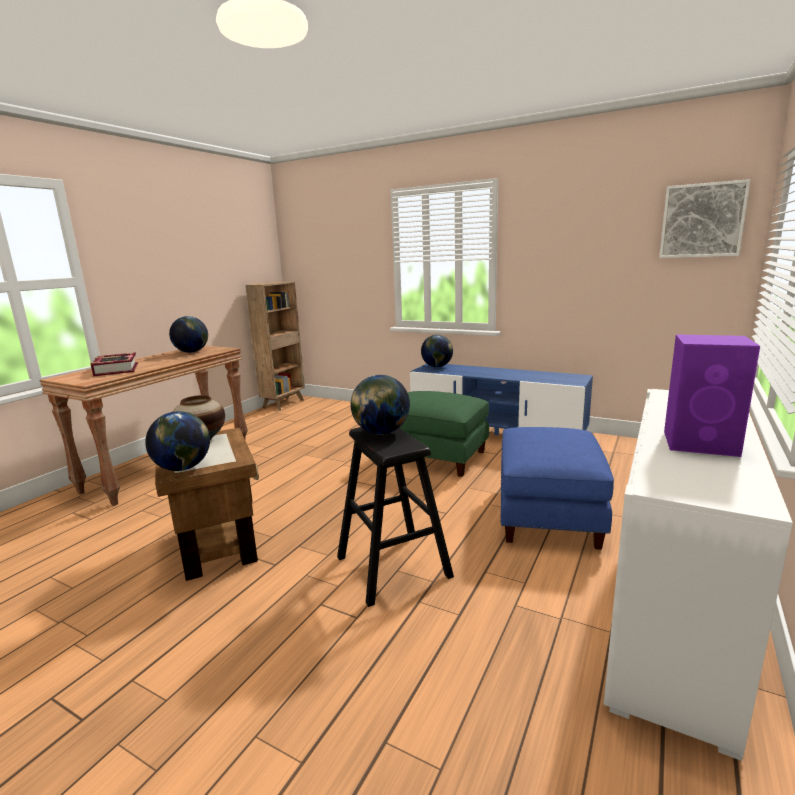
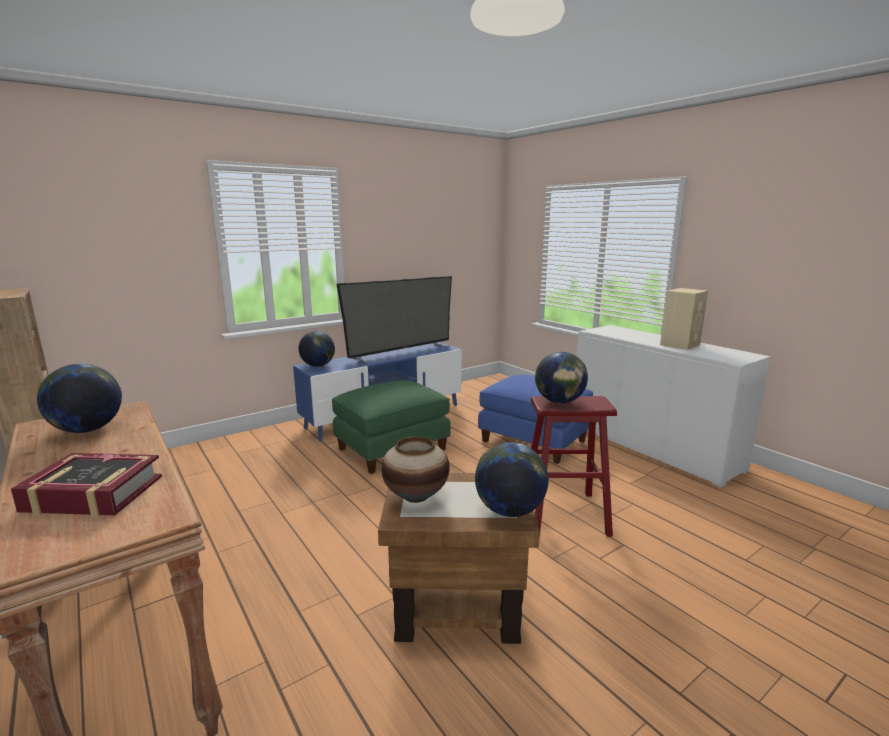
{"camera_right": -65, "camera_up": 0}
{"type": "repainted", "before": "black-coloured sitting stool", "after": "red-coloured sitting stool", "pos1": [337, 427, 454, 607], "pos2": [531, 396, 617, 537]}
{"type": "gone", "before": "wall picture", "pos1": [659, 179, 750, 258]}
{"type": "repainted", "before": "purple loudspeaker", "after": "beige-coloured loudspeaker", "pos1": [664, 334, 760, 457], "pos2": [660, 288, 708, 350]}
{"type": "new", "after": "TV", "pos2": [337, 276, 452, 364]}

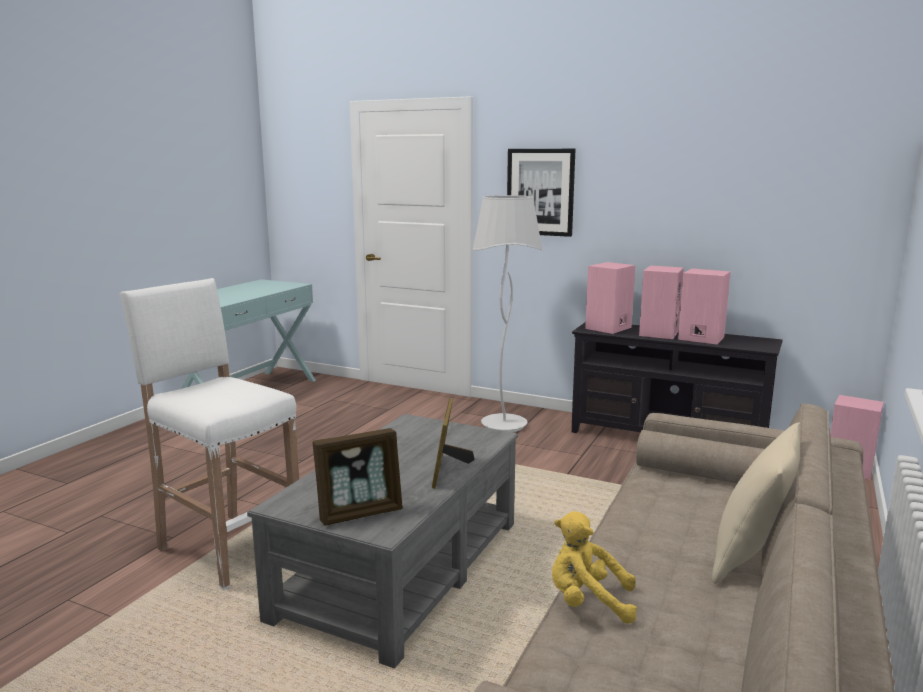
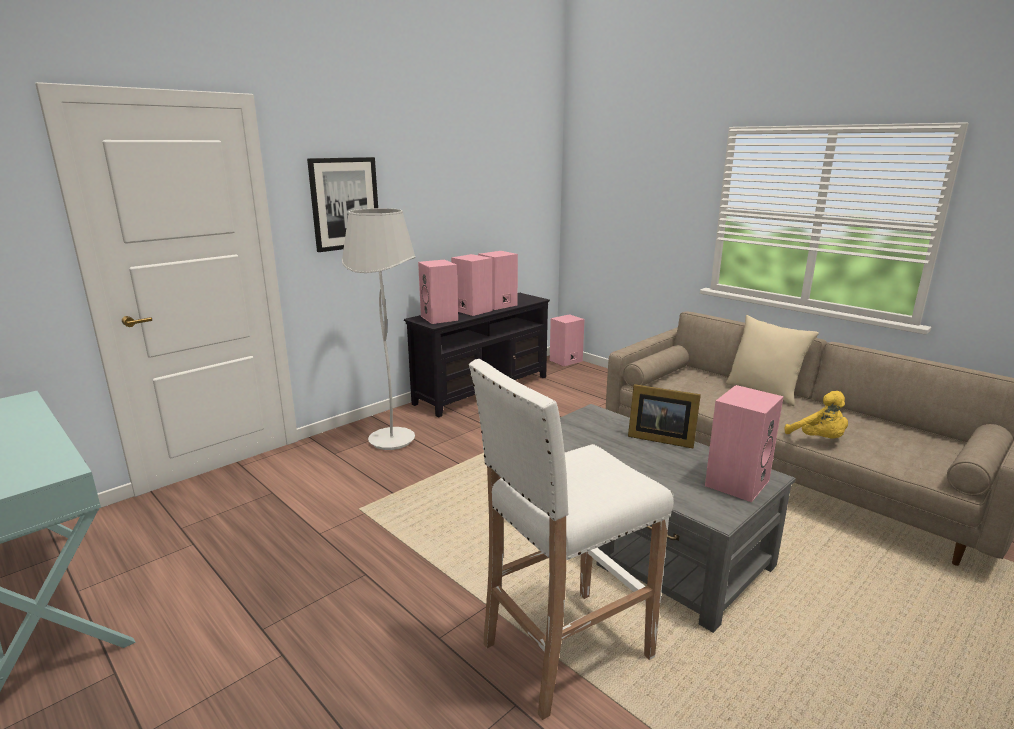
{"camera_right": -70, "camera_up": 5}
{"type": "swapped", "before": "standing frame", "after": "pink loudspeaker", "pos1": [312, 428, 403, 526], "pos2": [705, 385, 784, 502]}
{"type": "rotated", "before": "yellow cuddly toy", "pos1": [552, 511, 637, 624], "pos2": [784, 391, 848, 439], "turn": -60}

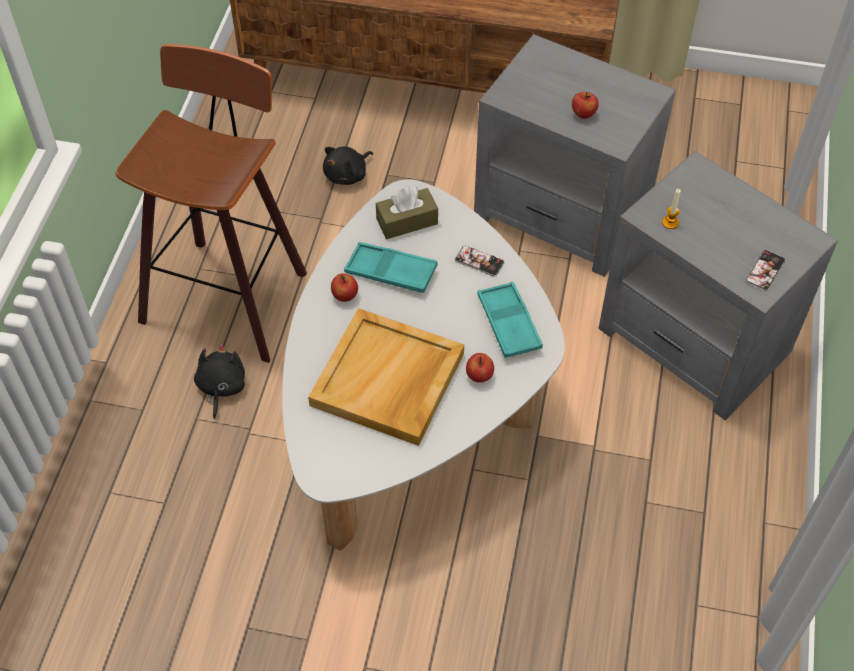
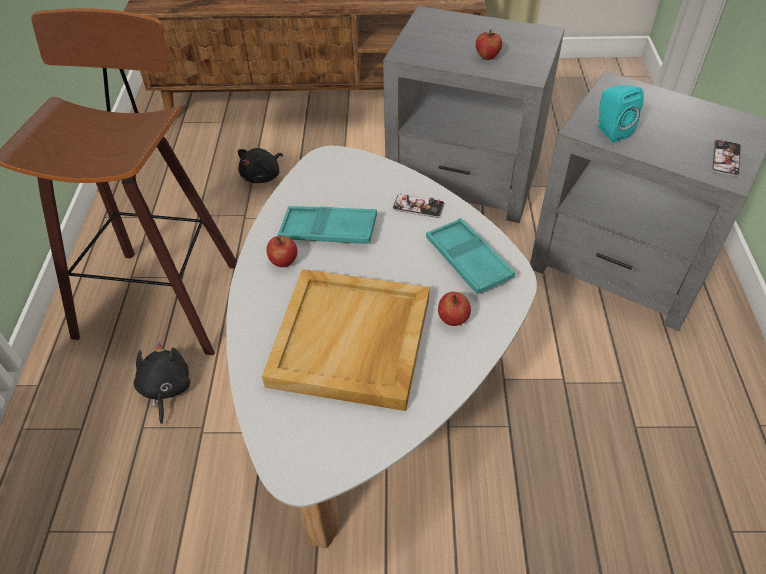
{"camera_right": -10, "camera_up": -5}
{"type": "gone", "before": "brown-coloured tissue box", "pos1": [376, 186, 438, 239]}
{"type": "swapped", "before": "candle", "after": "turquoise loudspeaker", "pos1": [662, 189, 681, 229], "pos2": [597, 85, 644, 143]}

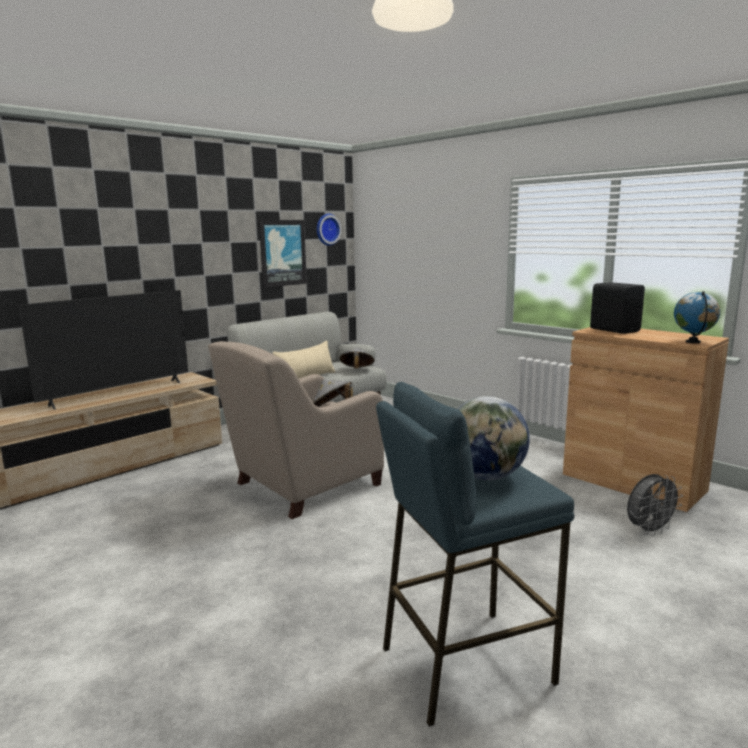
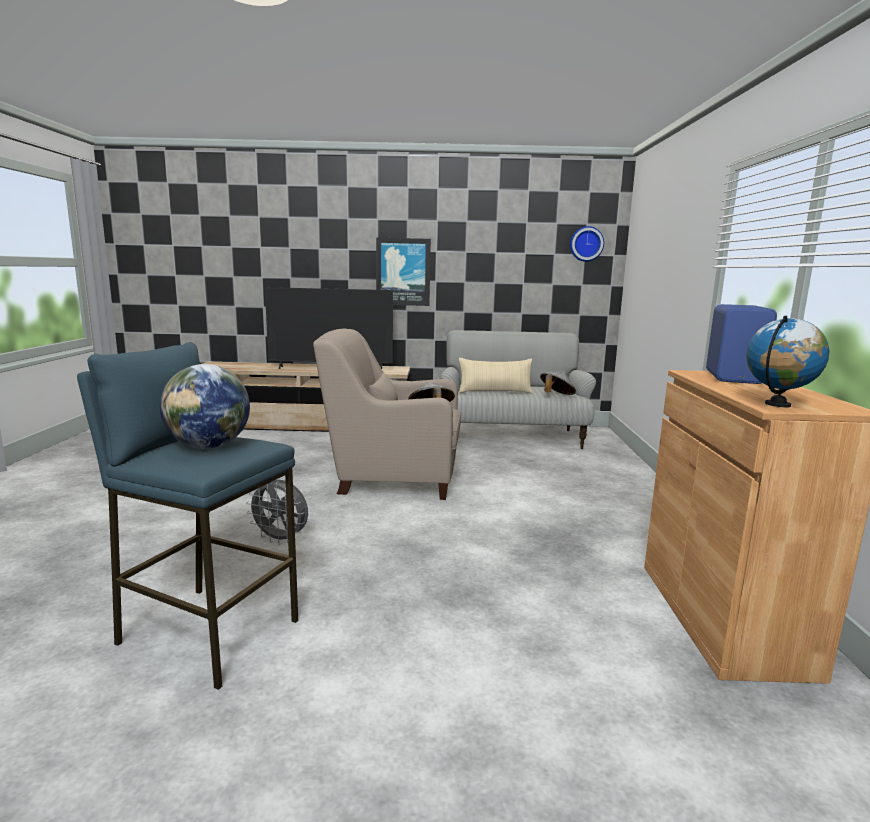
{"camera_right": 45, "camera_up": 0}
{"type": "shifted", "before": "wall picture", "pos1": [259, 220, 307, 288], "pos2": [376, 238, 431, 306]}
{"type": "repainted", "before": "black-coloured loudspeaker", "after": "bluish loudspeaker", "pos1": [590, 282, 645, 334], "pos2": [706, 304, 777, 384]}
{"type": "shifted", "before": "gray cooling fan", "pos1": [627, 474, 683, 536], "pos2": [246, 479, 308, 545]}

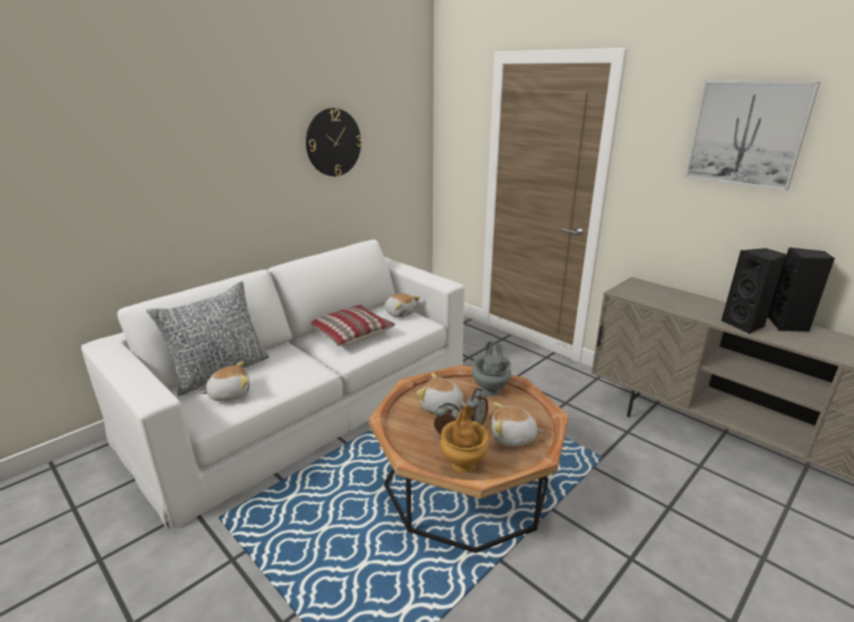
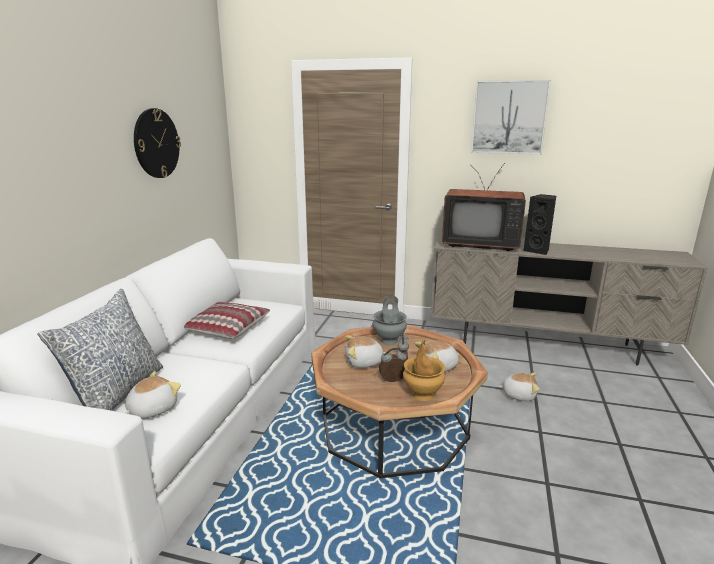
{"camera_right": -30, "camera_up": -5}
{"type": "shifted", "before": "cuddly toy", "pos1": [384, 293, 420, 318], "pos2": [498, 373, 539, 401]}
{"type": "gone", "before": "black-coloured loudspeaker", "pos1": [767, 247, 835, 332]}
{"type": "new", "after": "TV", "pos2": [442, 163, 526, 251]}

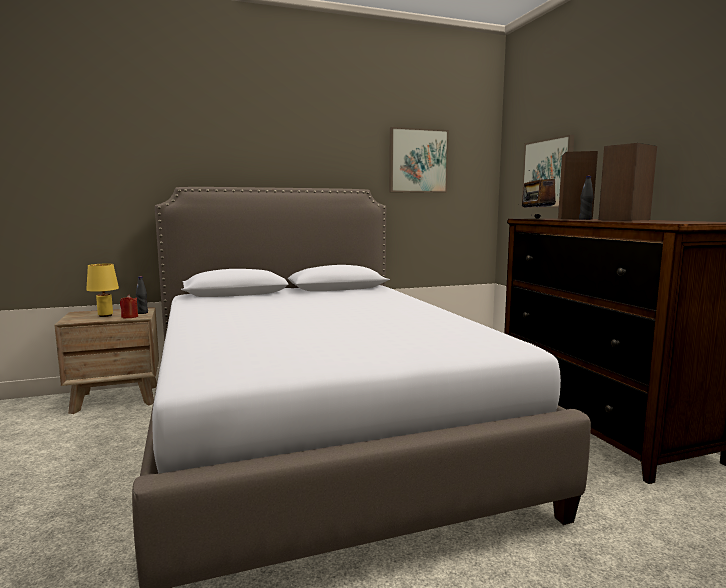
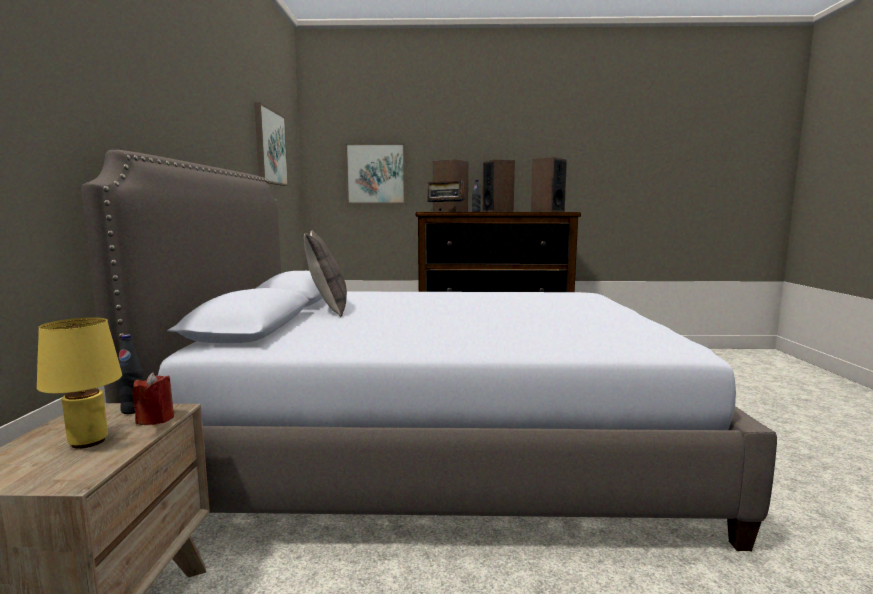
{"camera_right": -70, "camera_up": 0}
{"type": "new", "after": "cushion", "pos2": [304, 230, 347, 317]}
{"type": "new", "after": "loudspeaker", "pos2": [531, 157, 567, 212]}

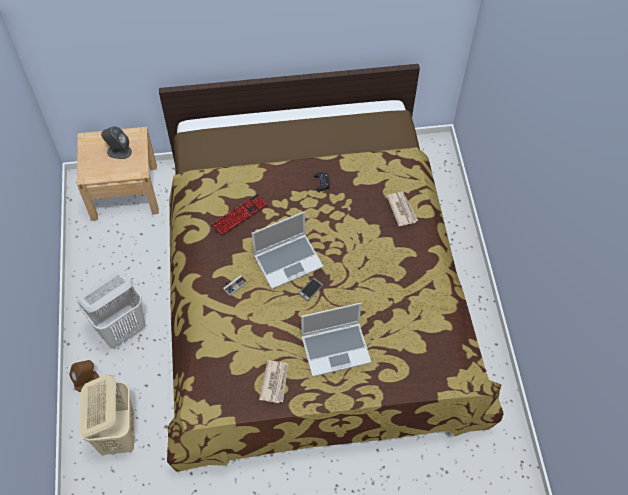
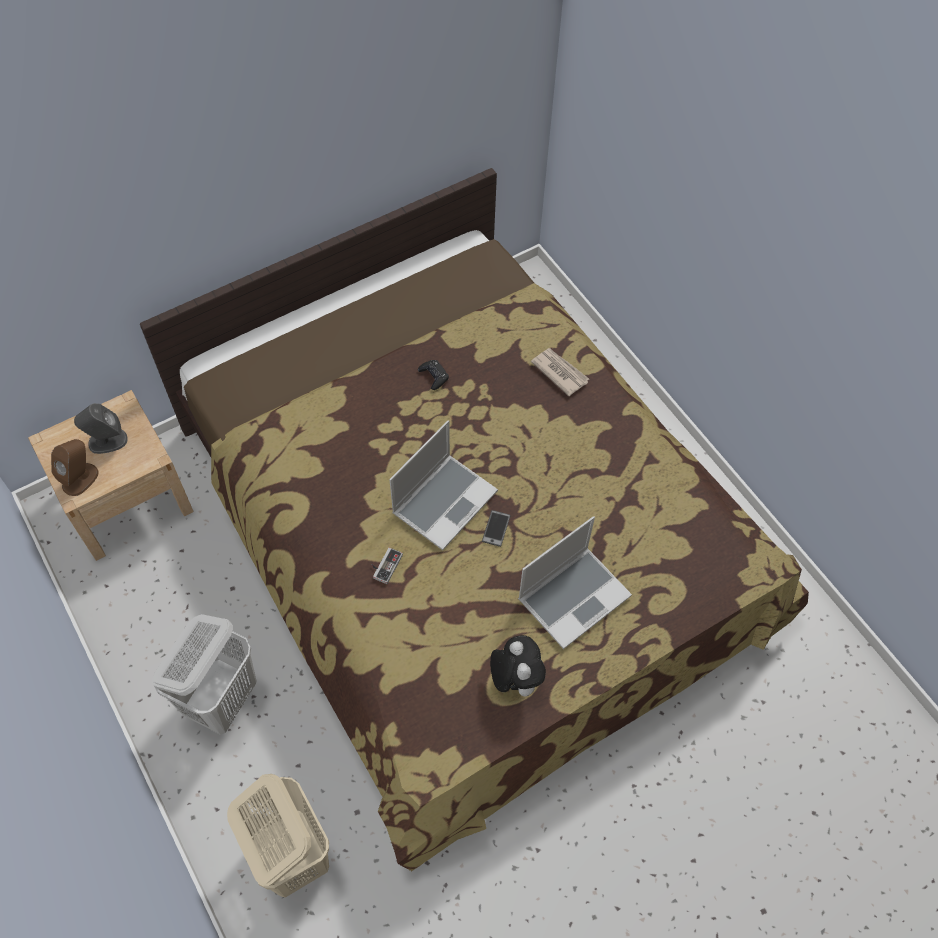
{"camera_right": -25, "camera_up": 0}
{"type": "shifted", "before": "brown-coloured loudspeaker", "pos1": [69, 360, 99, 392], "pos2": [51, 439, 99, 496]}
{"type": "gone", "before": "PC keyboard", "pos1": [211, 194, 268, 237]}
{"type": "swapped", "before": "daily paper", "after": "cuddly toy", "pos1": [259, 360, 288, 403], "pos2": [490, 635, 546, 697]}

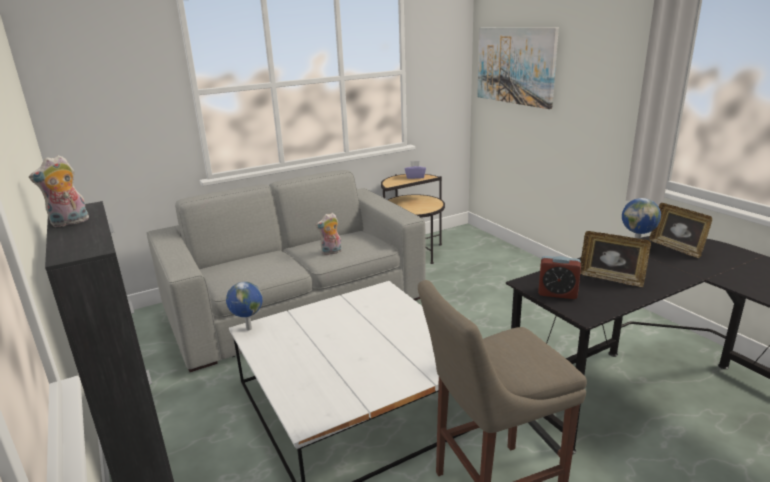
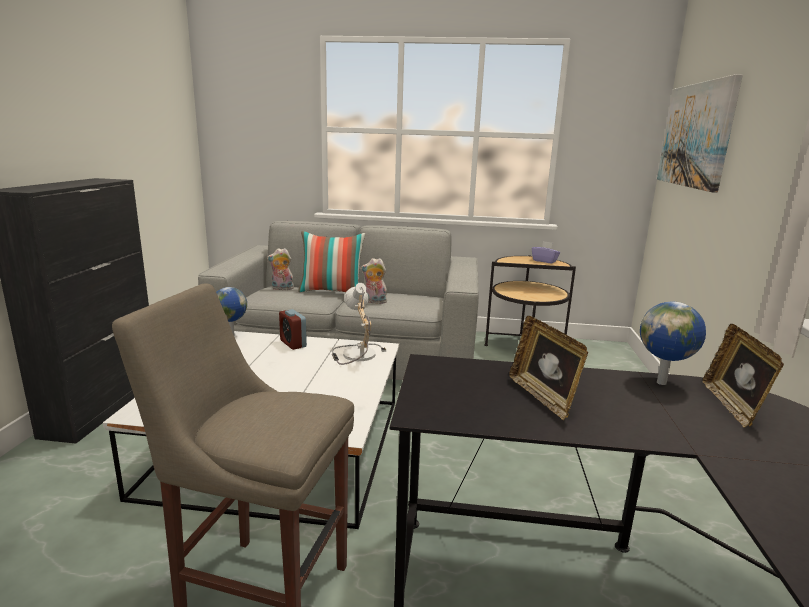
{"camera_right": 35, "camera_up": -5}
{"type": "shifted", "before": "cuddly toy", "pos1": [29, 155, 89, 227], "pos2": [267, 248, 295, 290]}
{"type": "shifted", "before": "alarm clock", "pos1": [538, 256, 581, 299], "pos2": [279, 309, 307, 350]}
{"type": "new", "after": "cushion", "pos2": [298, 231, 365, 292]}
{"type": "new", "after": "tabletop lamp", "pos2": [332, 283, 386, 365]}

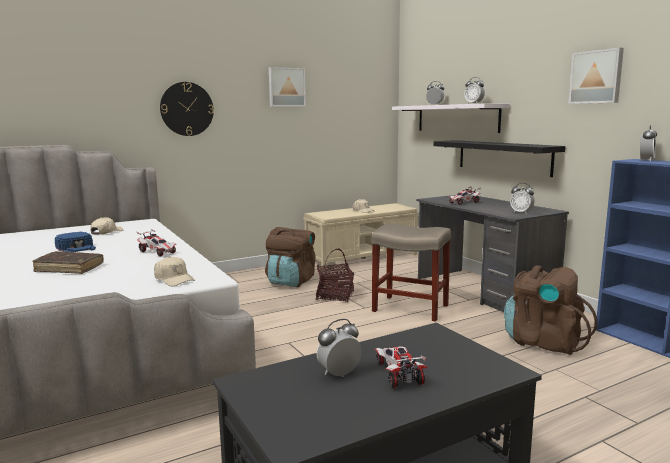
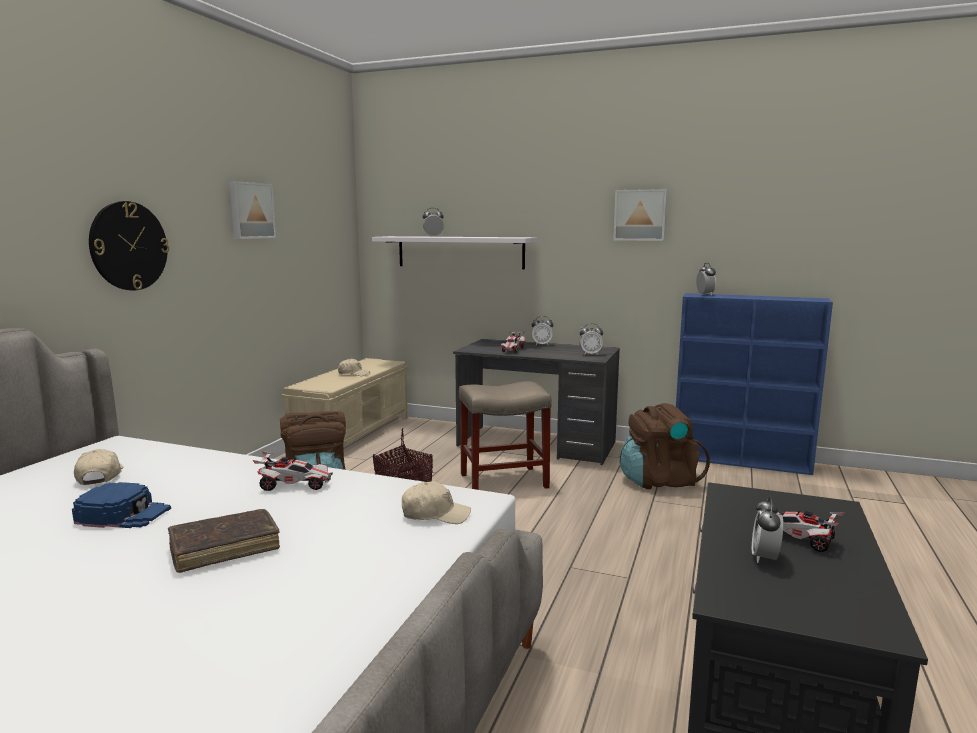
{"camera_right": -40, "camera_up": 0}
{"type": "gone", "before": "black-coloured wall shelf", "pos1": [434, 140, 565, 177]}
{"type": "shifted", "before": "alarm clock", "pos1": [464, 77, 485, 104], "pos2": [532, 316, 554, 345]}

